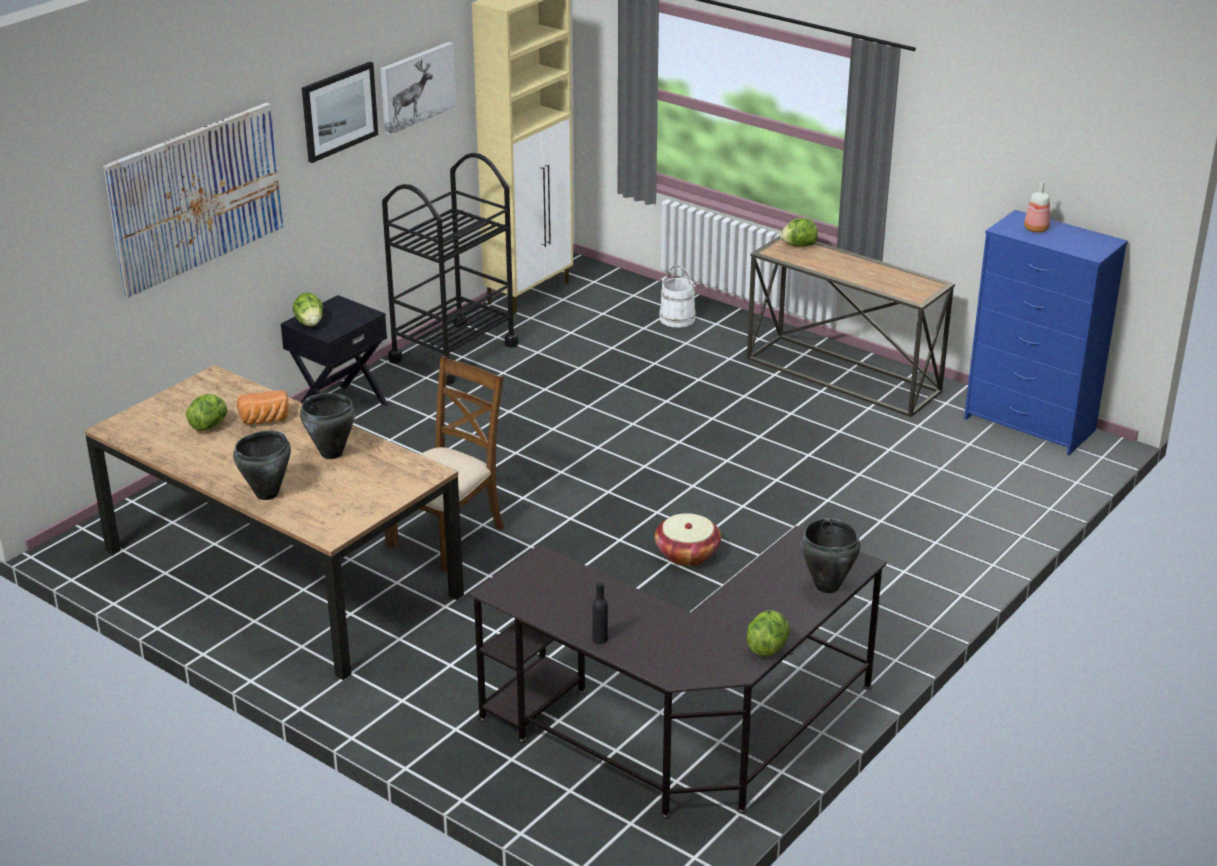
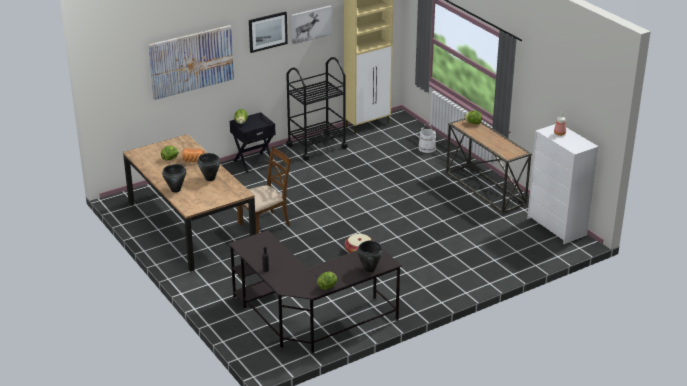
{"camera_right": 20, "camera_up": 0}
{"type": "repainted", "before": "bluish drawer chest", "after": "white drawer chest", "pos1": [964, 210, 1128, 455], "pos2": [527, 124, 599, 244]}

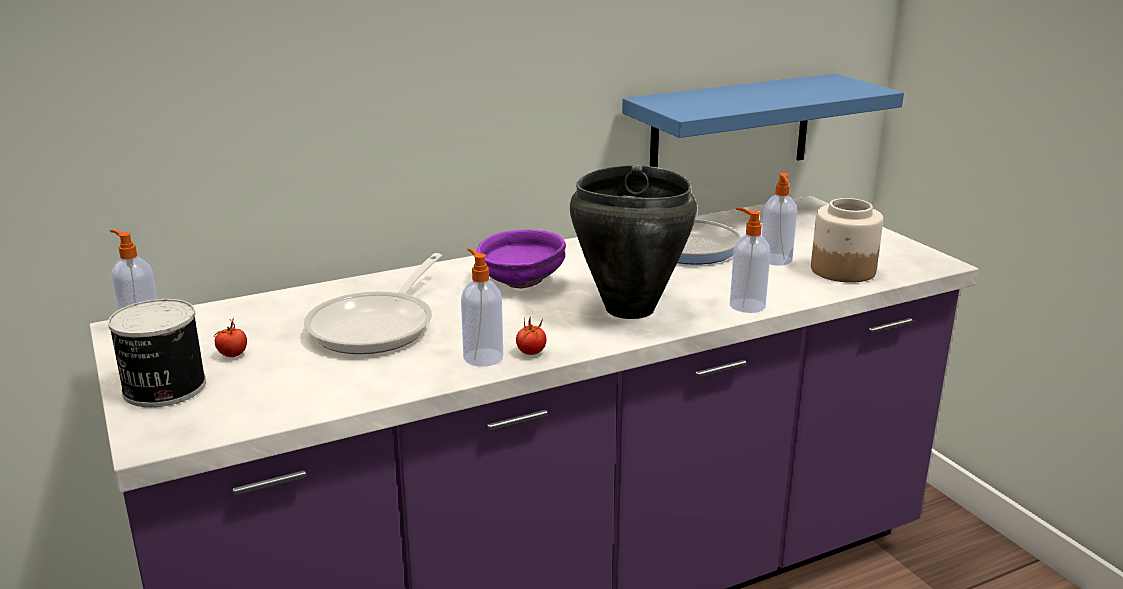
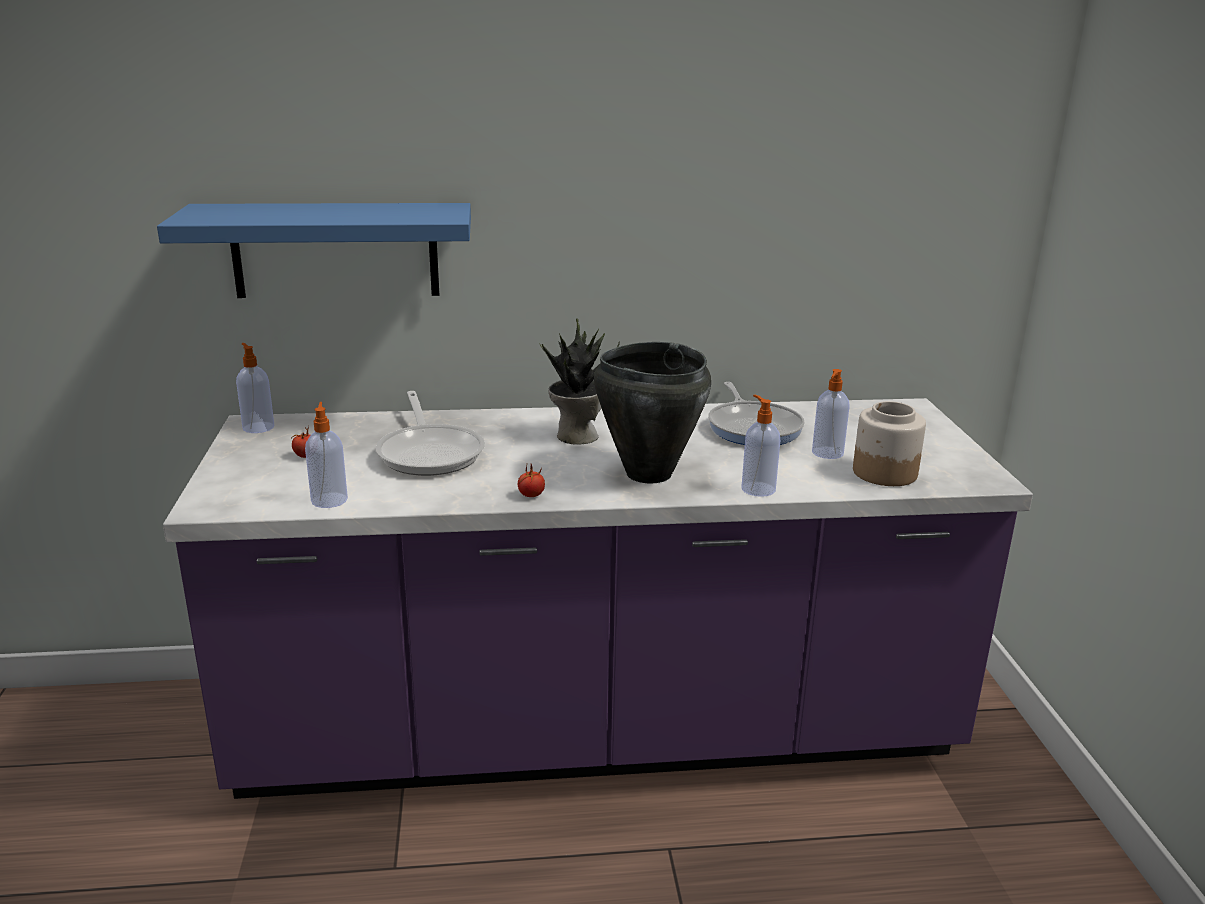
{"camera_right": 20, "camera_up": 0}
{"type": "gone", "before": "sealed can", "pos1": [108, 299, 206, 407]}
{"type": "rotated", "before": "skillet", "pos1": [304, 253, 442, 354], "pos2": [376, 391, 485, 476], "turn": -60}
{"type": "shifted", "before": "soap dispenser", "pos1": [461, 248, 503, 367], "pos2": [305, 402, 348, 508]}
{"type": "swapped", "before": "purple serving bowl", "after": "plant in a pot", "pos1": [477, 229, 566, 289], "pos2": [539, 319, 620, 445]}
{"type": "shifted", "before": "bluish wall shelf", "pos1": [622, 73, 904, 167], "pos2": [157, 203, 471, 298]}

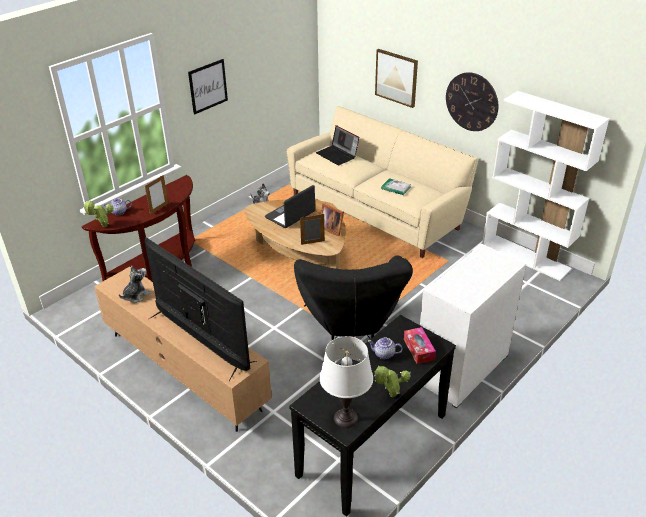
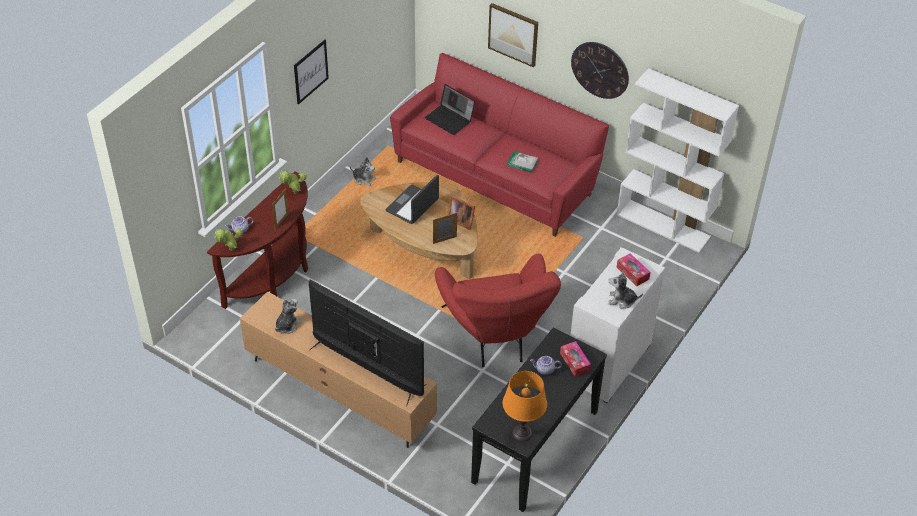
{"camera_right": -10, "camera_up": 10}
{"type": "repainted", "before": "beige-coloured couch", "after": "red-coloured couch", "pos1": [286, 106, 479, 258], "pos2": [390, 53, 609, 237]}
{"type": "repainted", "before": "black-coloured easy chair", "after": "red-coloured easy chair", "pos1": [294, 255, 413, 362], "pos2": [435, 254, 561, 367]}
{"type": "repainted", "before": "white tabletop lamp", "after": "orangey tabletop lamp", "pos1": [319, 336, 373, 428], "pos2": [503, 371, 547, 442]}
{"type": "shifted", "before": "plant in a pot", "pos1": [374, 366, 411, 397], "pos2": [279, 171, 307, 194]}
{"type": "new", "after": "cuddly toy", "pos2": [608, 271, 643, 309]}
{"type": "new", "after": "tissue box", "pos2": [617, 254, 651, 286]}

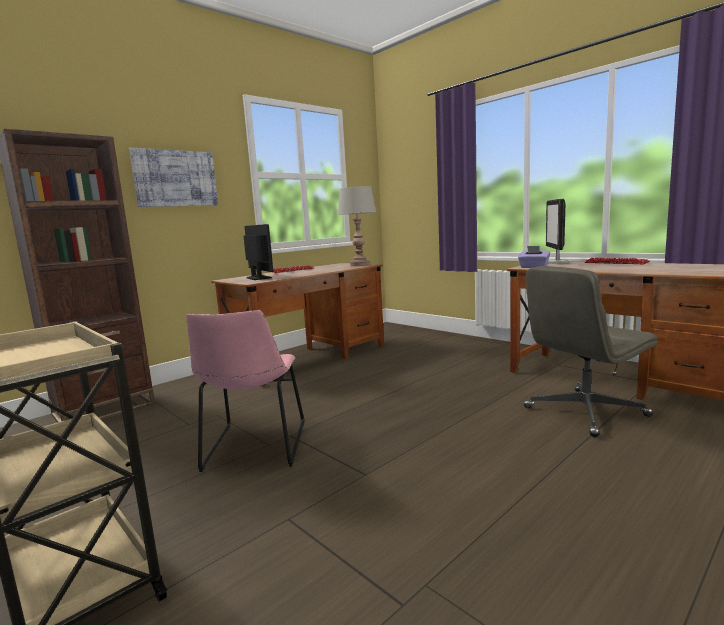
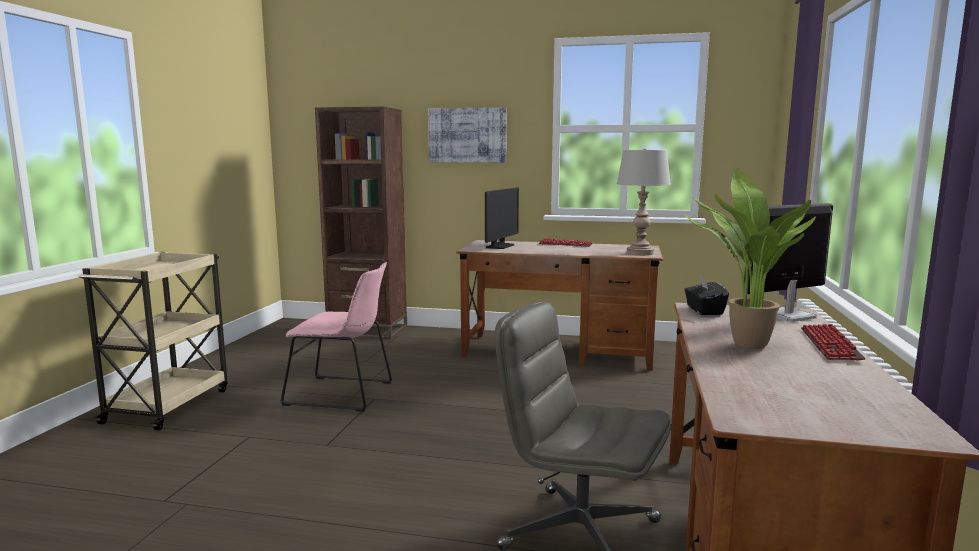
{"camera_right": 55, "camera_up": 0}
{"type": "rotated", "before": "pink plain chair", "pos1": [186, 310, 304, 472], "pos2": [280, 262, 392, 412], "turn": -135}
{"type": "repainted", "before": "purple tissue box", "after": "black-coloured tissue box", "pos1": [518, 246, 550, 268], "pos2": [684, 275, 729, 315]}
{"type": "new", "after": "plant in a pot", "pos2": [685, 168, 816, 349]}

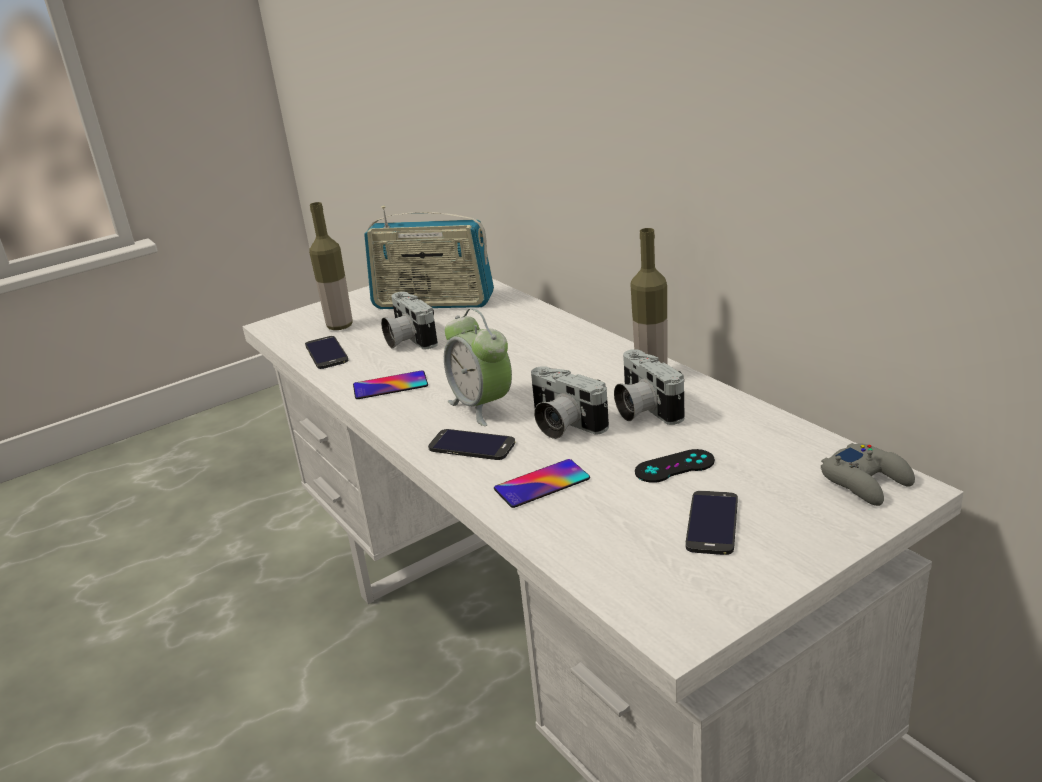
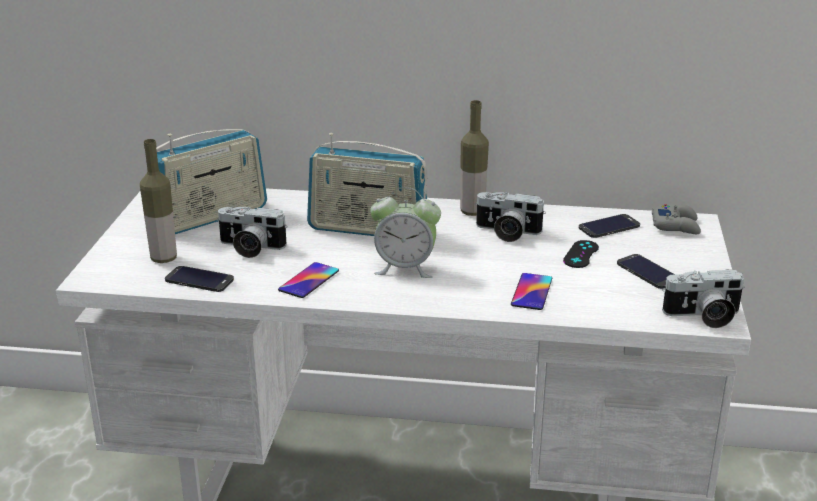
{"camera_right": -50, "camera_up": 0}
{"type": "shifted", "before": "phone", "pos1": [428, 429, 515, 460], "pos2": [579, 214, 640, 238]}
{"type": "shifted", "before": "still camera", "pos1": [531, 366, 609, 439], "pos2": [662, 269, 744, 328]}
{"type": "new", "after": "radio receiver", "pos2": [307, 133, 427, 236]}

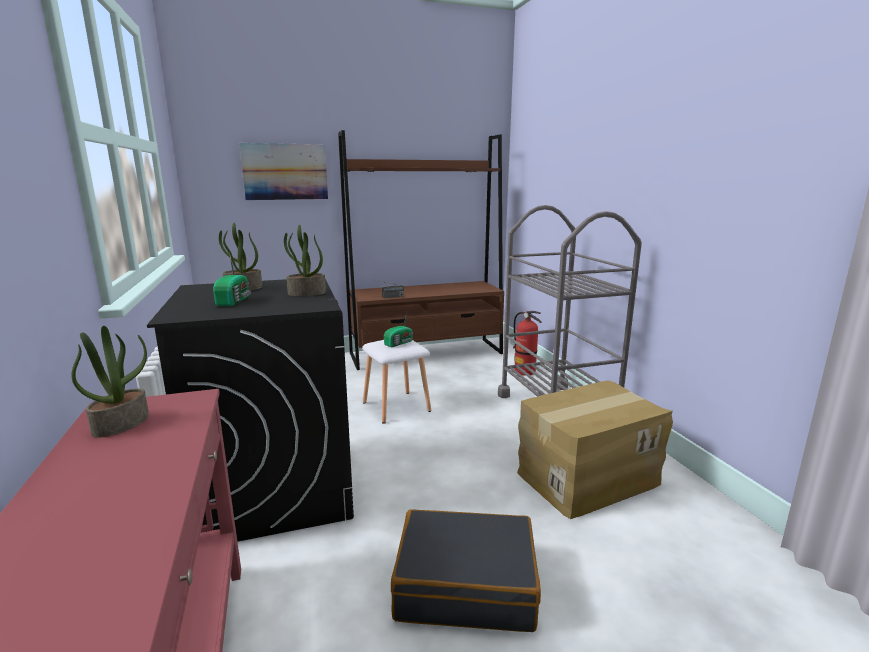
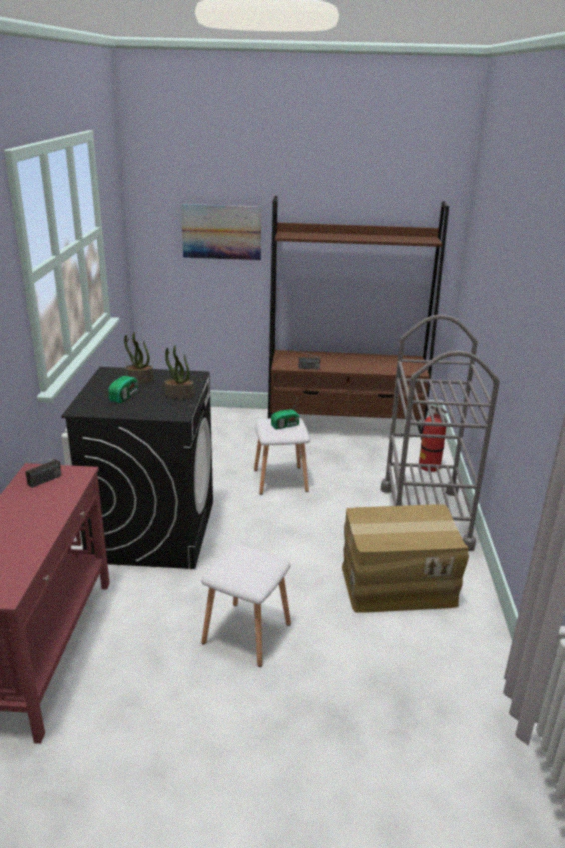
{"camera_right": 20, "camera_up": 10}
{"type": "swapped", "before": "plant in a pot", "after": "radio receiver", "pos1": [71, 326, 149, 438], "pos2": [6, 459, 62, 488]}
{"type": "swapped", "before": "black-coloured travel case", "after": "white sitting stool", "pos1": [391, 509, 541, 632], "pos2": [201, 544, 291, 667]}

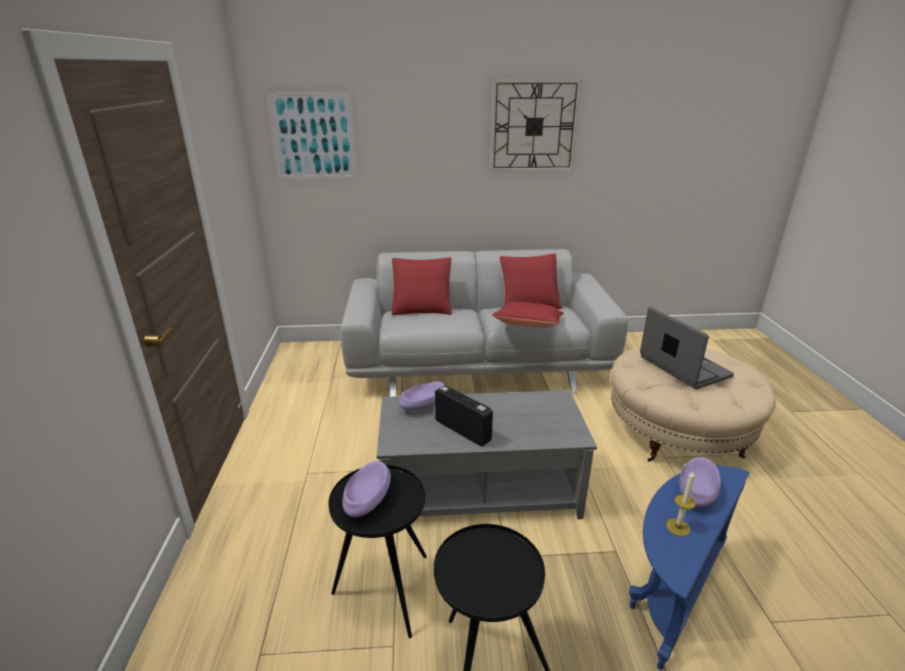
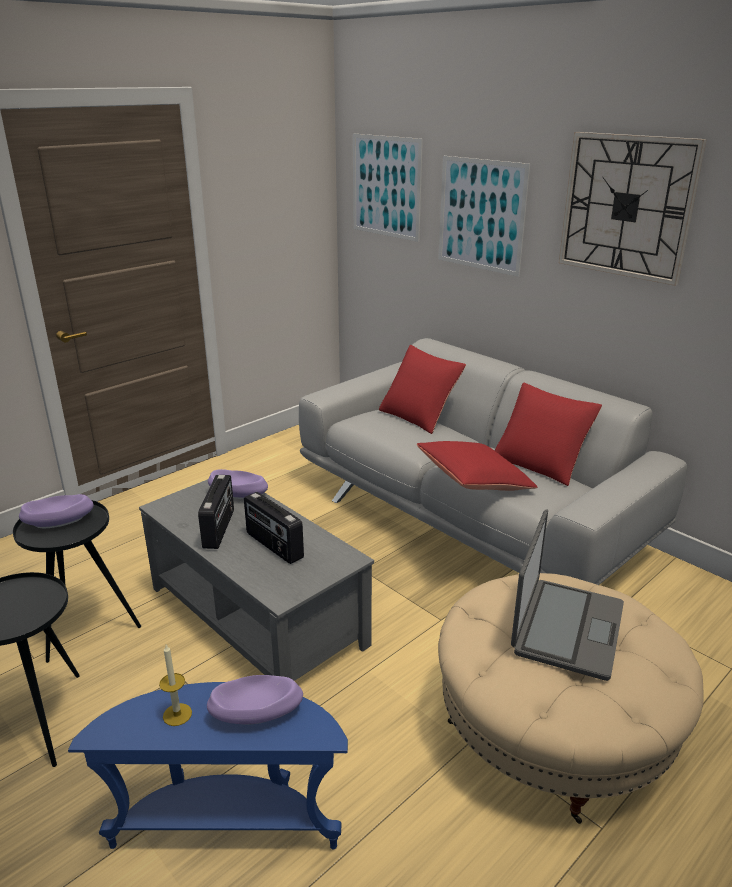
{"camera_right": 50, "camera_up": 0}
{"type": "new", "after": "radio receiver", "pos2": [244, 492, 304, 564]}
{"type": "new", "after": "wall picture", "pos2": [438, 156, 530, 277]}

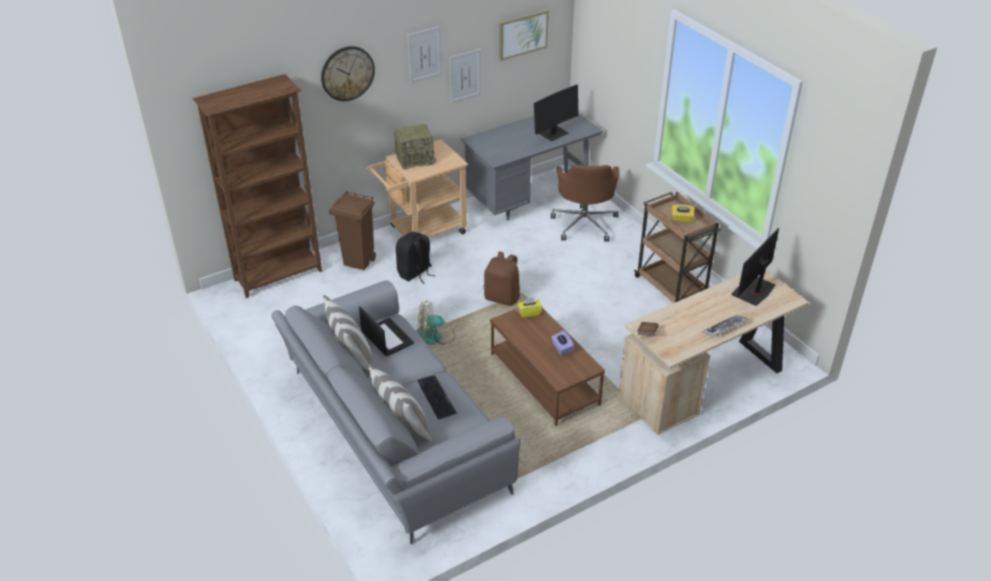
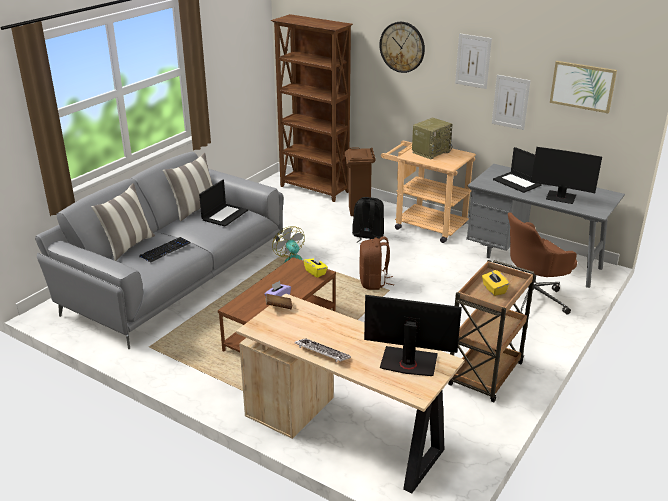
{"camera_right": 65, "camera_up": -10}
{"type": "rotated", "before": "radio receiver", "pos1": [394, 124, 436, 170], "pos2": [412, 117, 452, 159], "turn": -90}
{"type": "new", "after": "notebook computer", "pos2": [493, 147, 542, 193]}

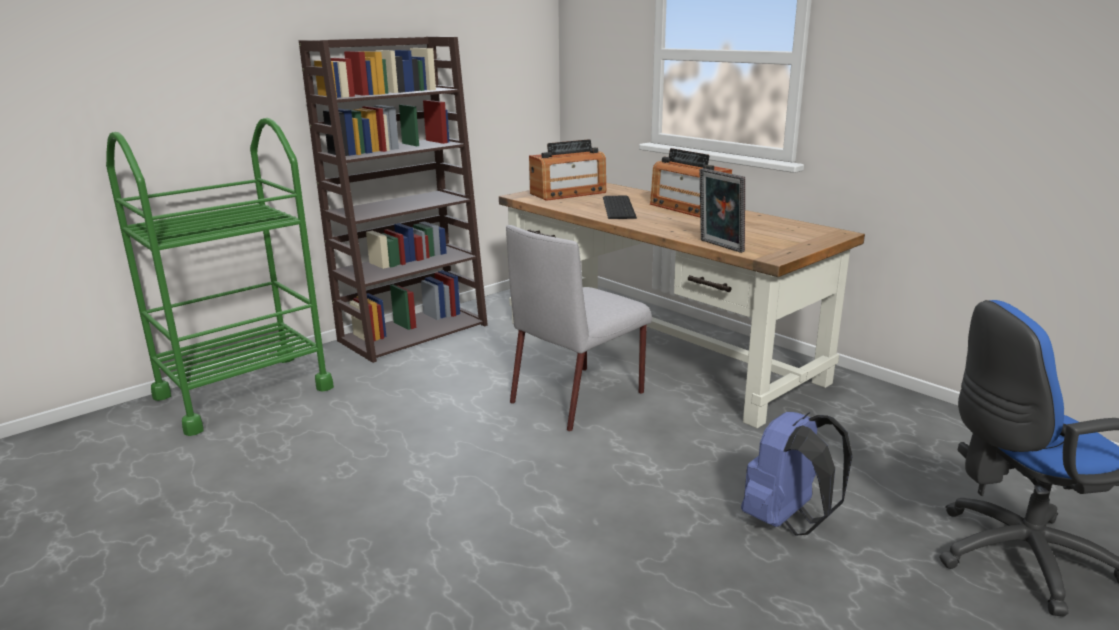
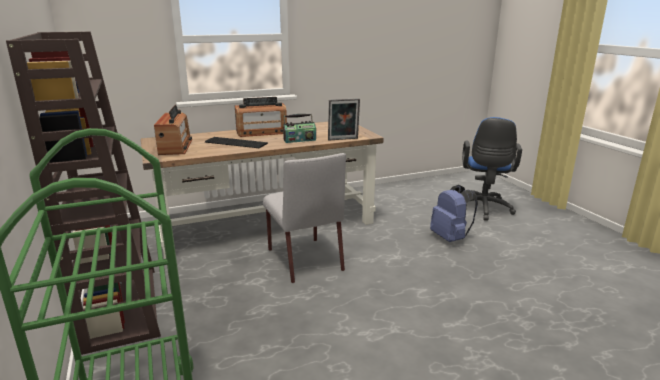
{"camera_right": -70, "camera_up": 0}
{"type": "new", "after": "radio receiver", "pos2": [283, 114, 316, 143]}

